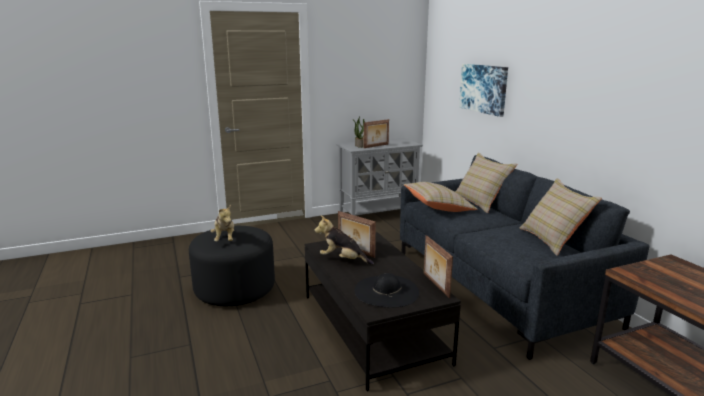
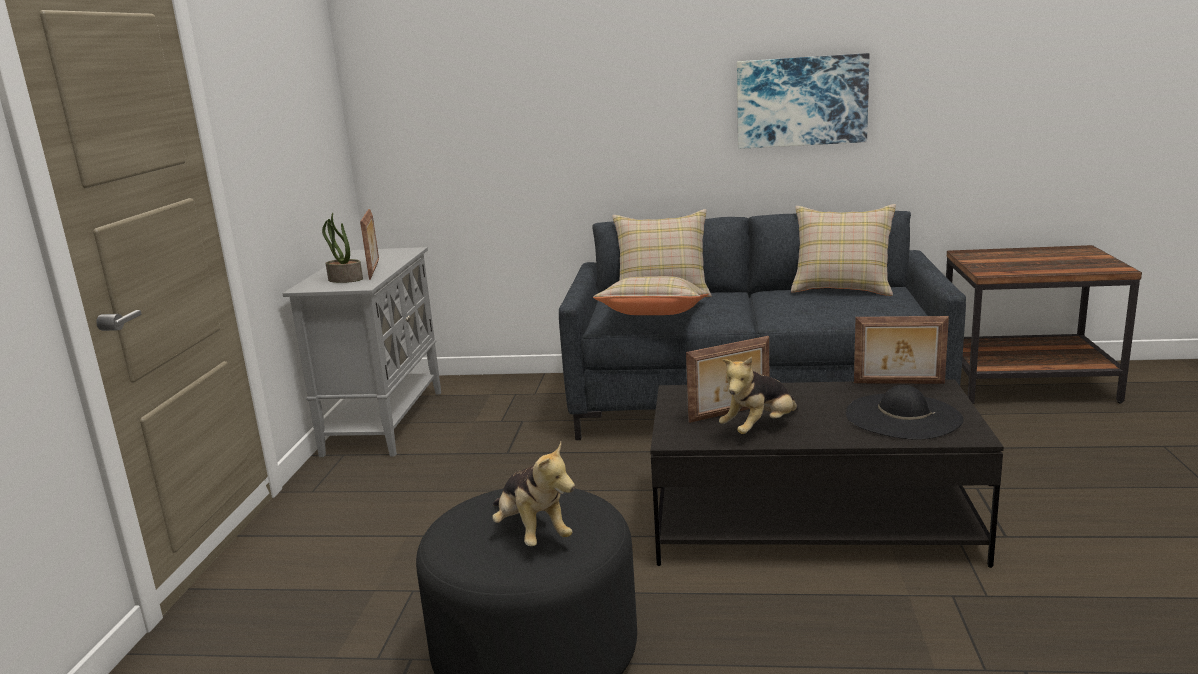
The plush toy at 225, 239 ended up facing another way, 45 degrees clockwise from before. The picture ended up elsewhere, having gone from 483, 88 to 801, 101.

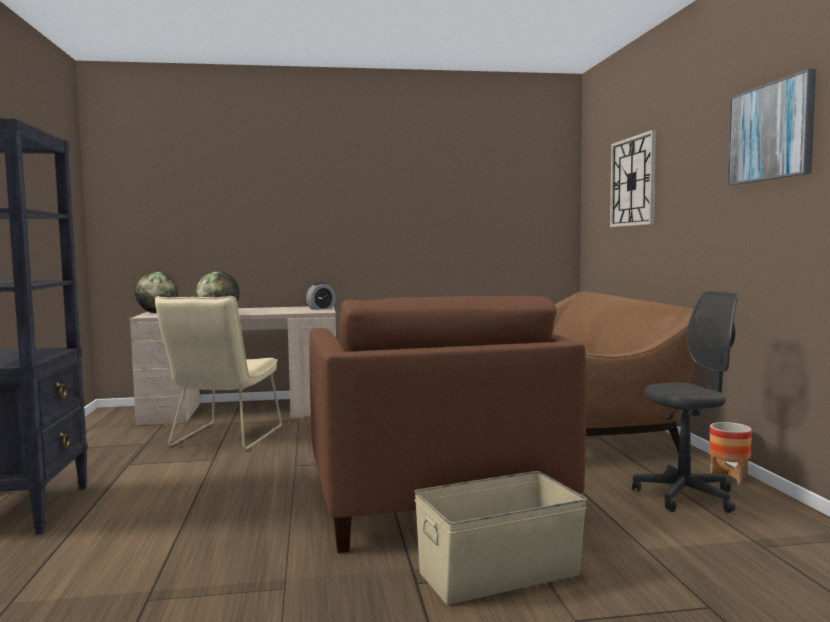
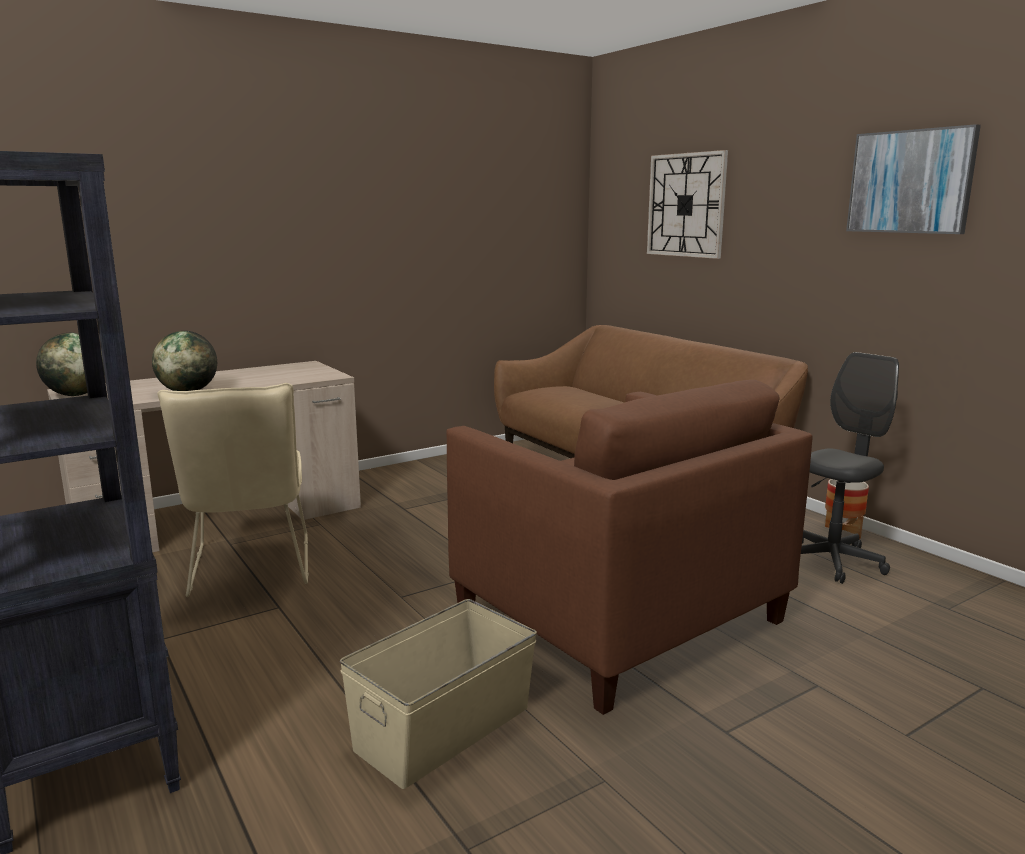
The second view lost the alarm clock at 321, 308. The beige storage box ended up elsewhere, having gone from 497, 573 to 442, 728.

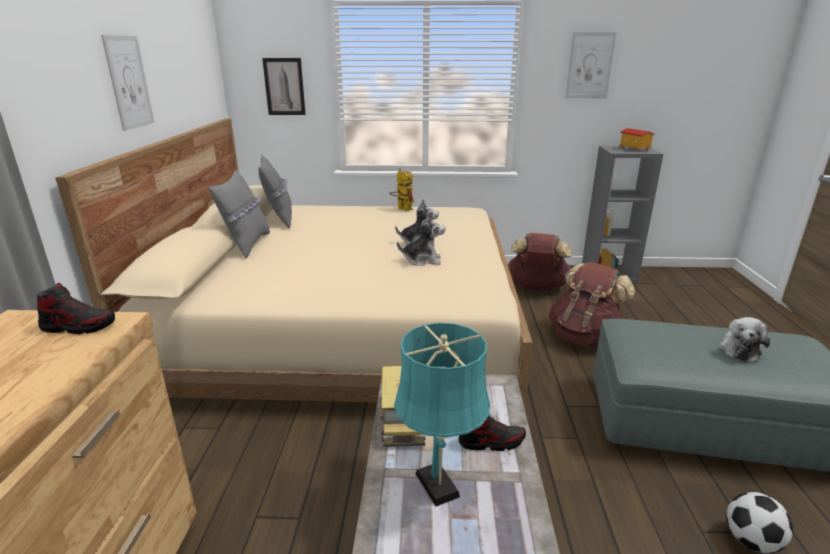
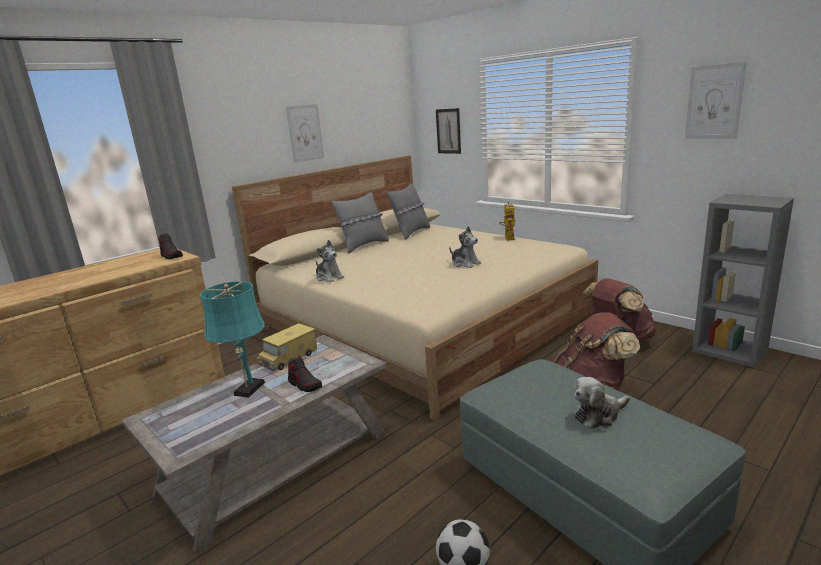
The plush toy ended up elsewhere, having gone from 422, 260 to 329, 278. The second view lost the toy house at 634, 149.

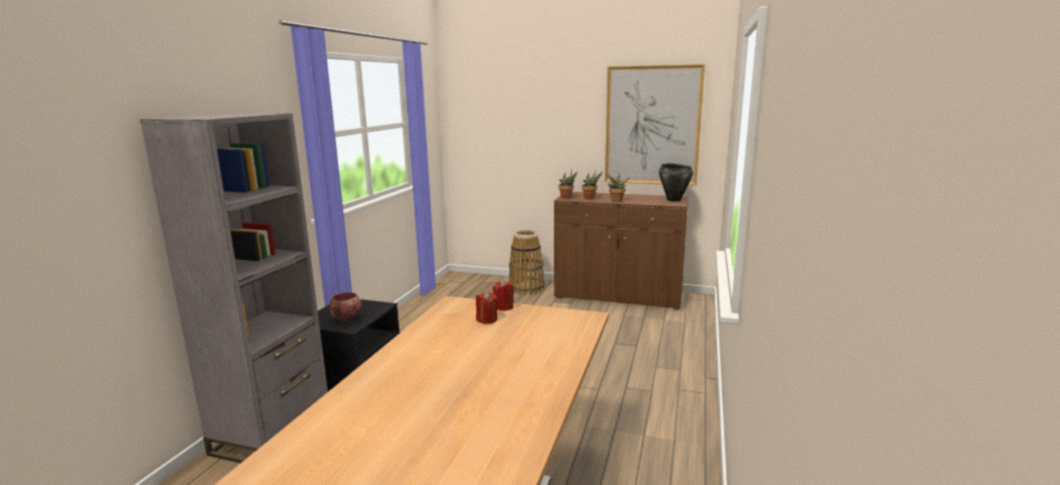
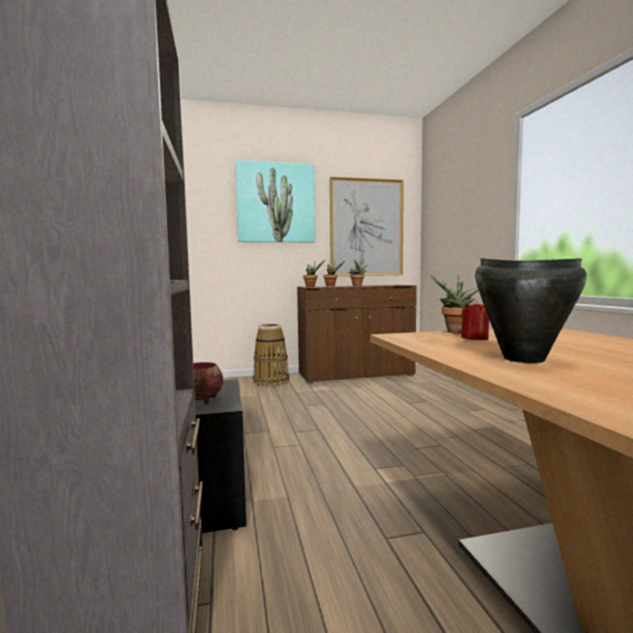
Where the red candle stood at 503, 307, the potted plant came to stand at 456, 332. The black cooking pot ended up elsewhere, having gone from 674, 200 to 523, 359. The second view gained the picture at 275, 203.

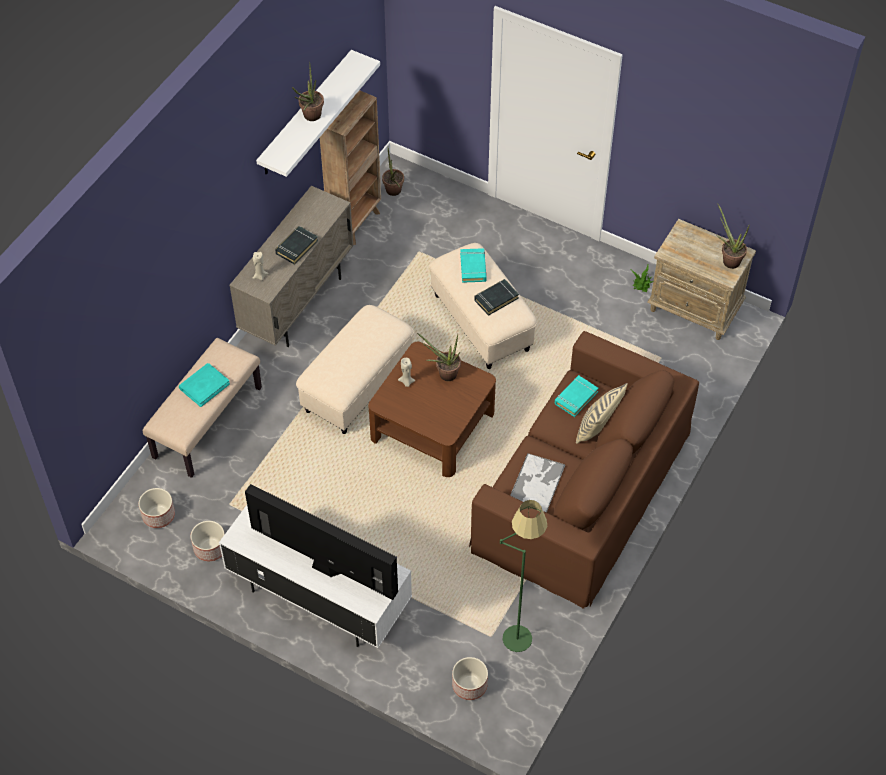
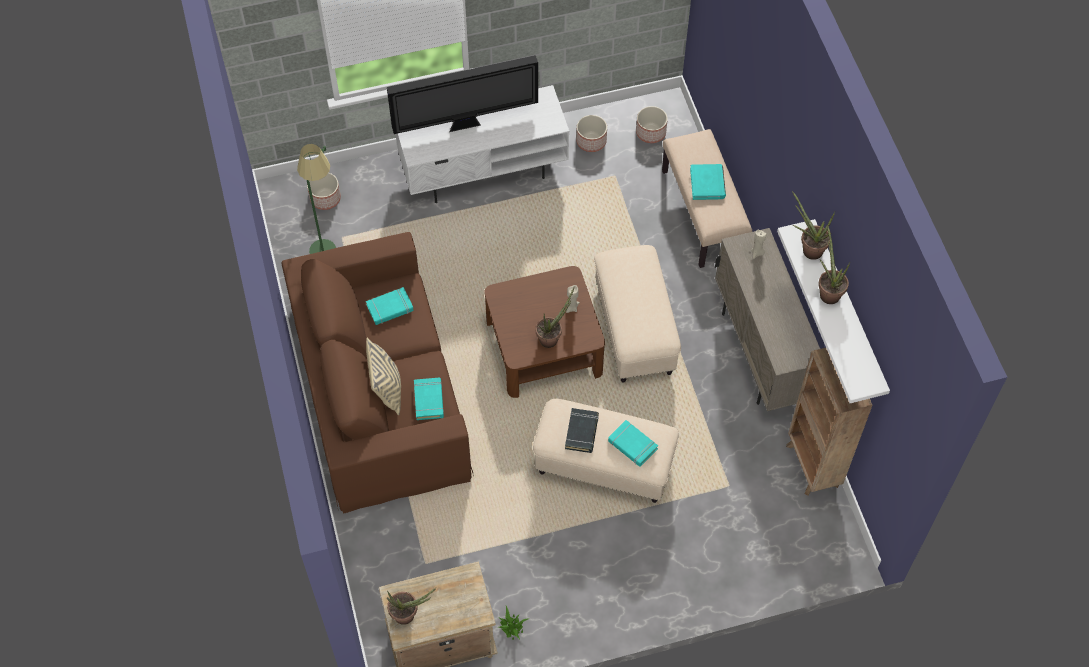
The second view lost the black book at 296, 247. The potted plant ended up elsewhere, having gone from 394, 193 to 808, 249. Where the tray stood at 536, 483, the turquoise book came to stand at 390, 308.

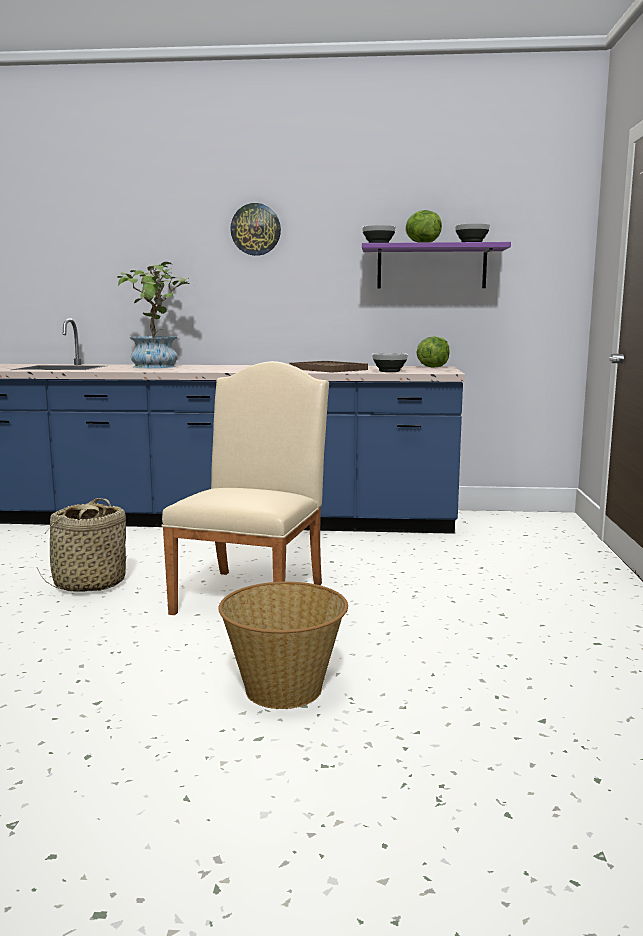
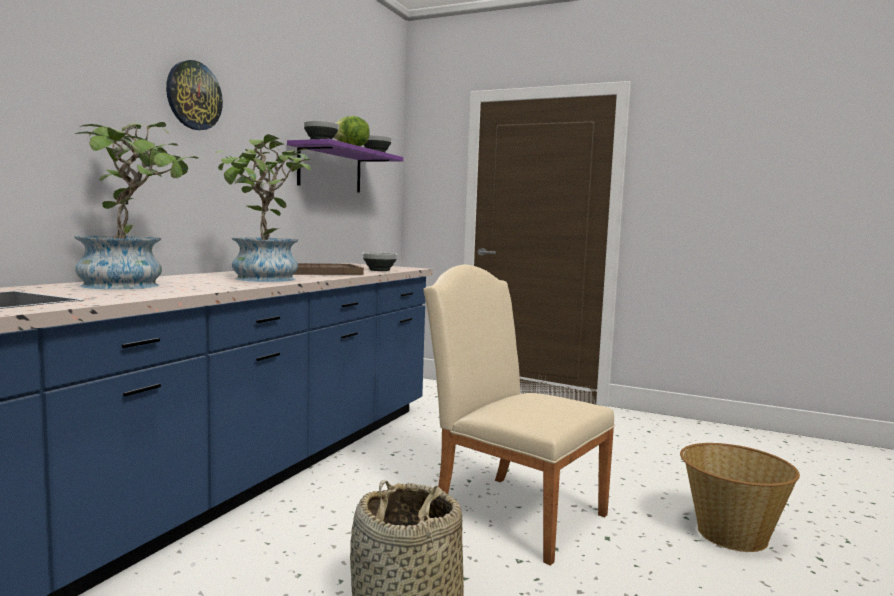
The second view lost the lettuce at 432, 367. The second view gained the potted plant at 263, 279.

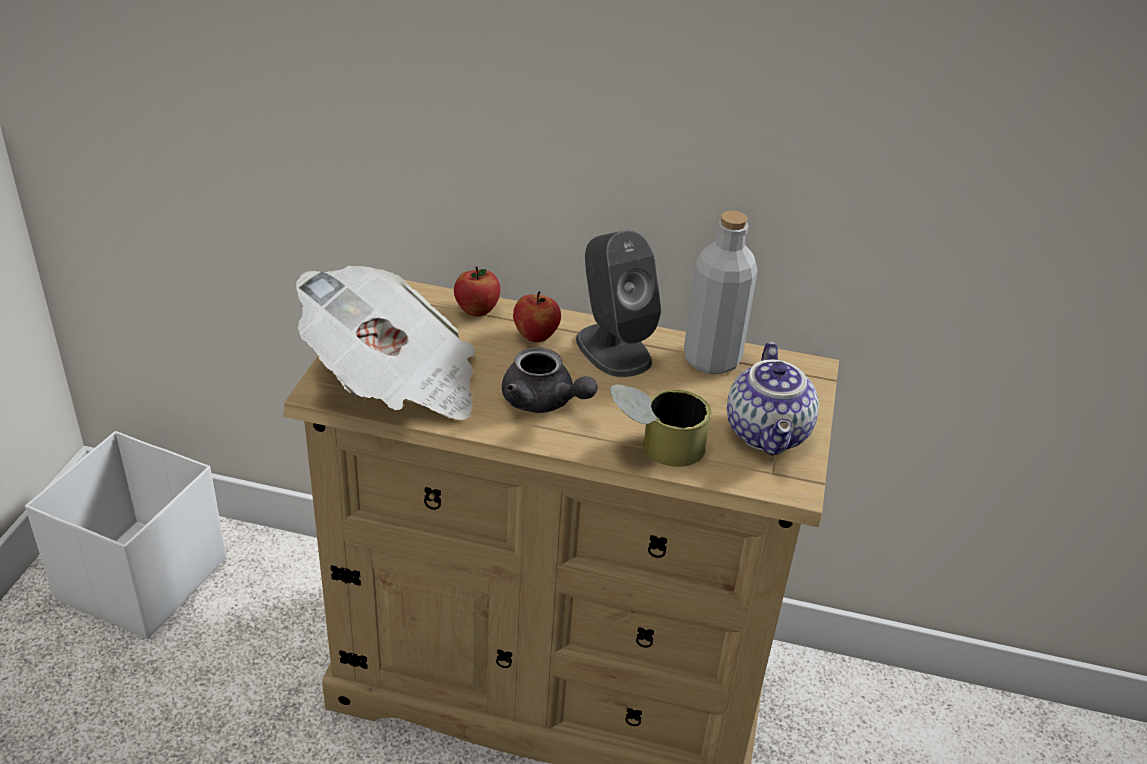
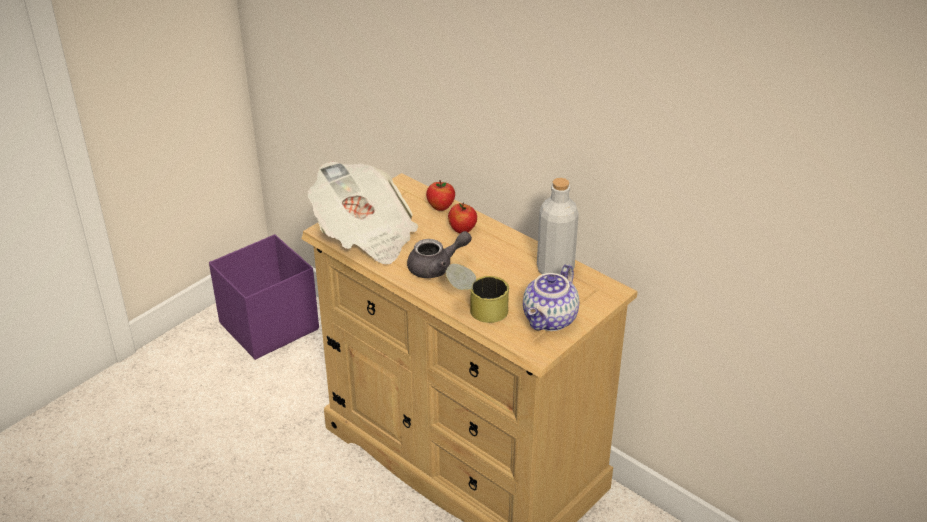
What was the white storage box at 140, 580 turned into the purple storage box at 267, 327. The grey teapot at 544, 402 ended up facing another way, 90 degrees counterclockwise from before. The second view lost the grey speaker at 613, 349.

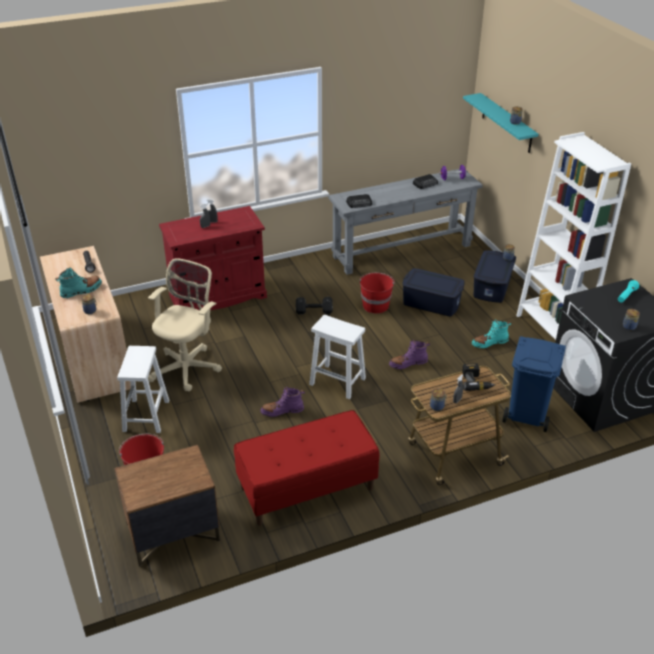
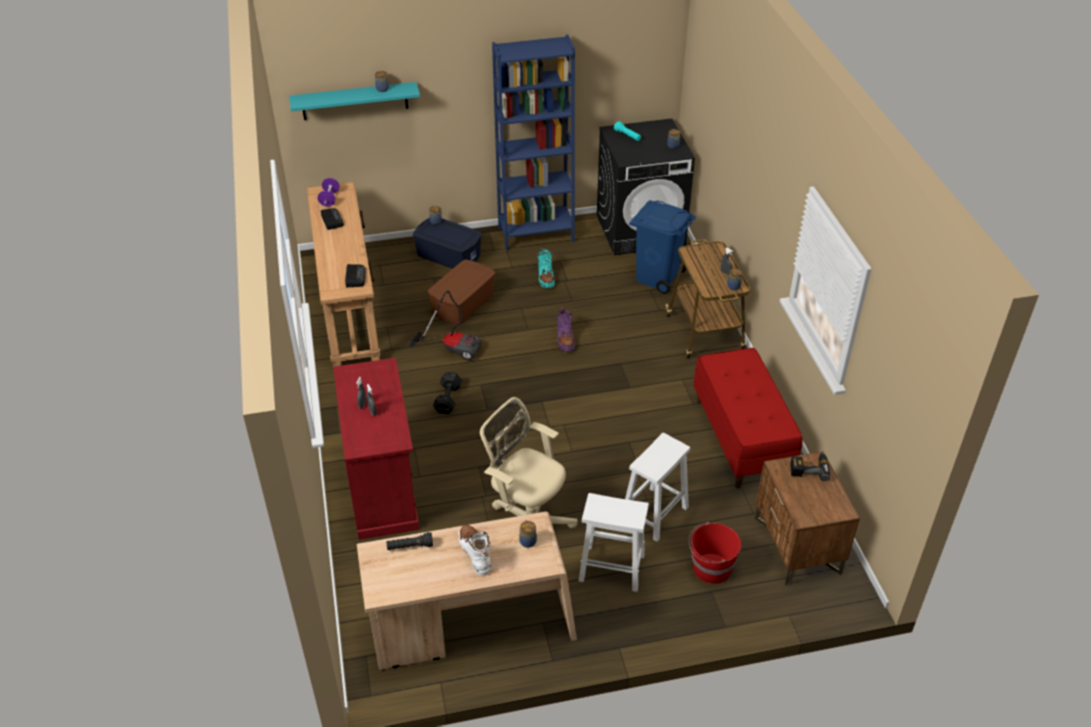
What was the turquoise boot at 81, 290 turned into the white boot at 475, 553. The second view lost the purple boot at 282, 411. The white stool ended up elsewhere, having gone from 338, 381 to 654, 513. What was the grey console table at 402, 251 turned into the brown console table at 348, 308. Where the red bucket stood at 375, 305, the vacuum cleaner came to stand at 453, 347. What was the blue storage box at 431, 302 turned into the brown storage box at 462, 304. The power drill ended up elsewhere, having gone from 476, 382 to 809, 468. What was the white bookcase at 551, 330 turned into the blue bookcase at 536, 234.

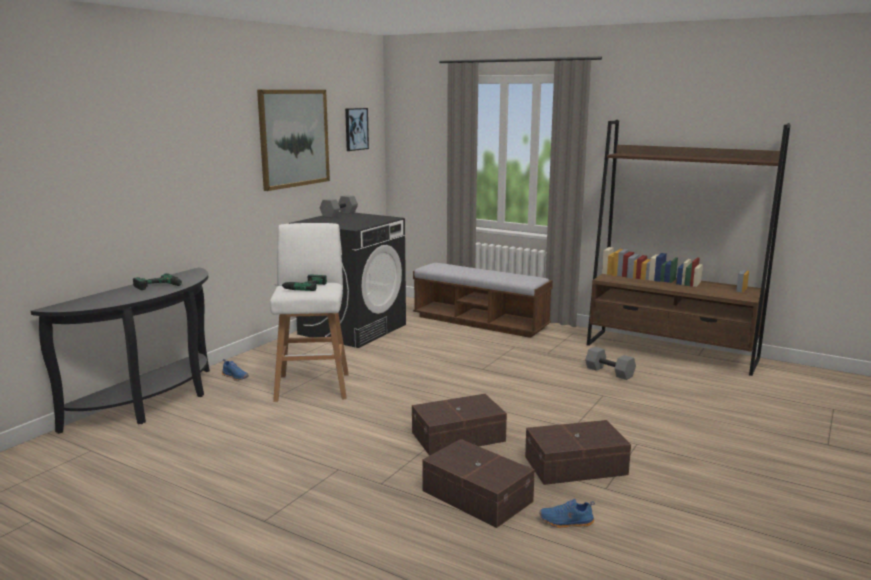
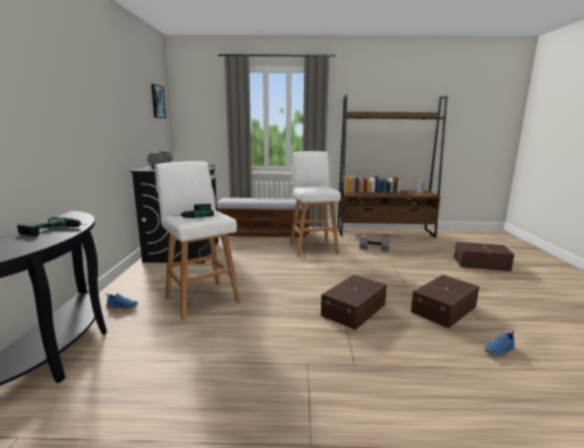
The second view lost the picture at 294, 138. The brown storage box ended up elsewhere, having gone from 477, 495 to 480, 263. The second view gained the white stool at 313, 248.

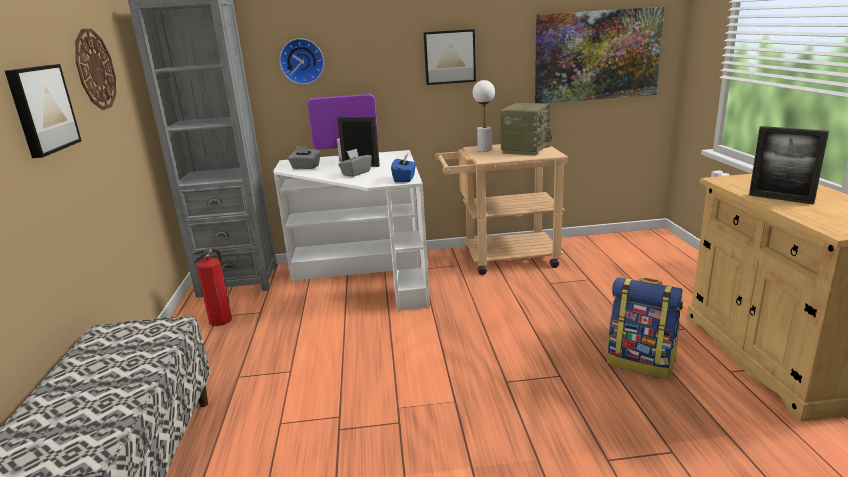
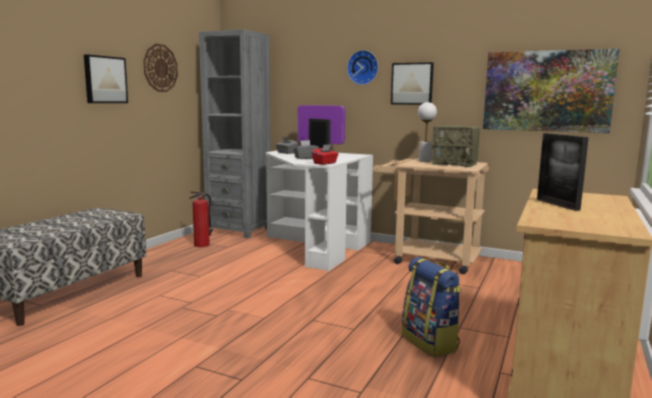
The wall clock ended up elsewhere, having gone from 302, 61 to 363, 67. What was the blue tissue box at 405, 179 turned into the red tissue box at 325, 163. The radio at 525, 149 ended up facing another way, 60 degrees clockwise from before.

